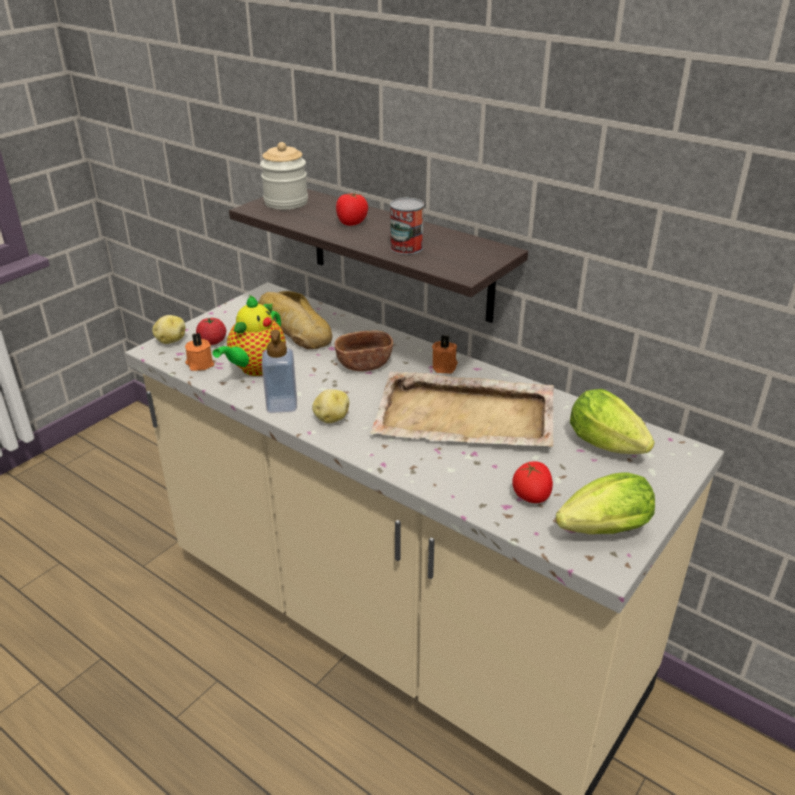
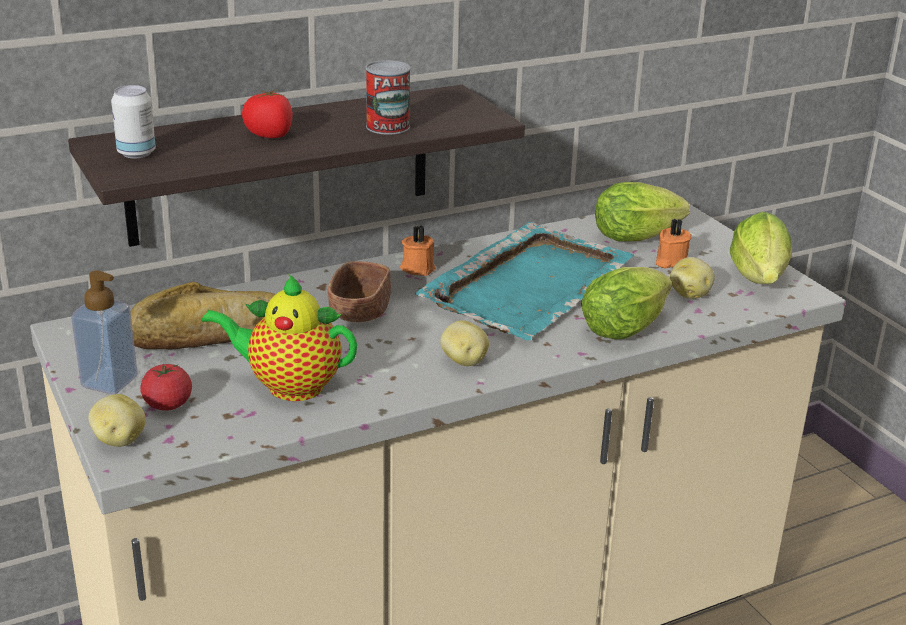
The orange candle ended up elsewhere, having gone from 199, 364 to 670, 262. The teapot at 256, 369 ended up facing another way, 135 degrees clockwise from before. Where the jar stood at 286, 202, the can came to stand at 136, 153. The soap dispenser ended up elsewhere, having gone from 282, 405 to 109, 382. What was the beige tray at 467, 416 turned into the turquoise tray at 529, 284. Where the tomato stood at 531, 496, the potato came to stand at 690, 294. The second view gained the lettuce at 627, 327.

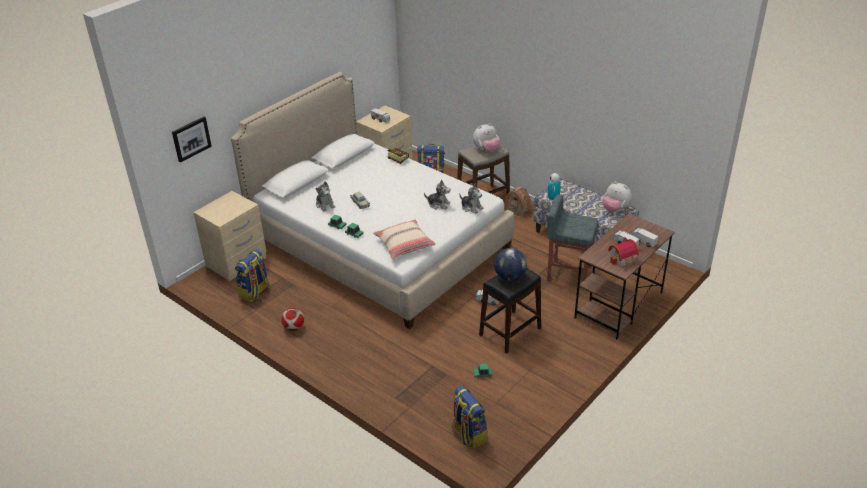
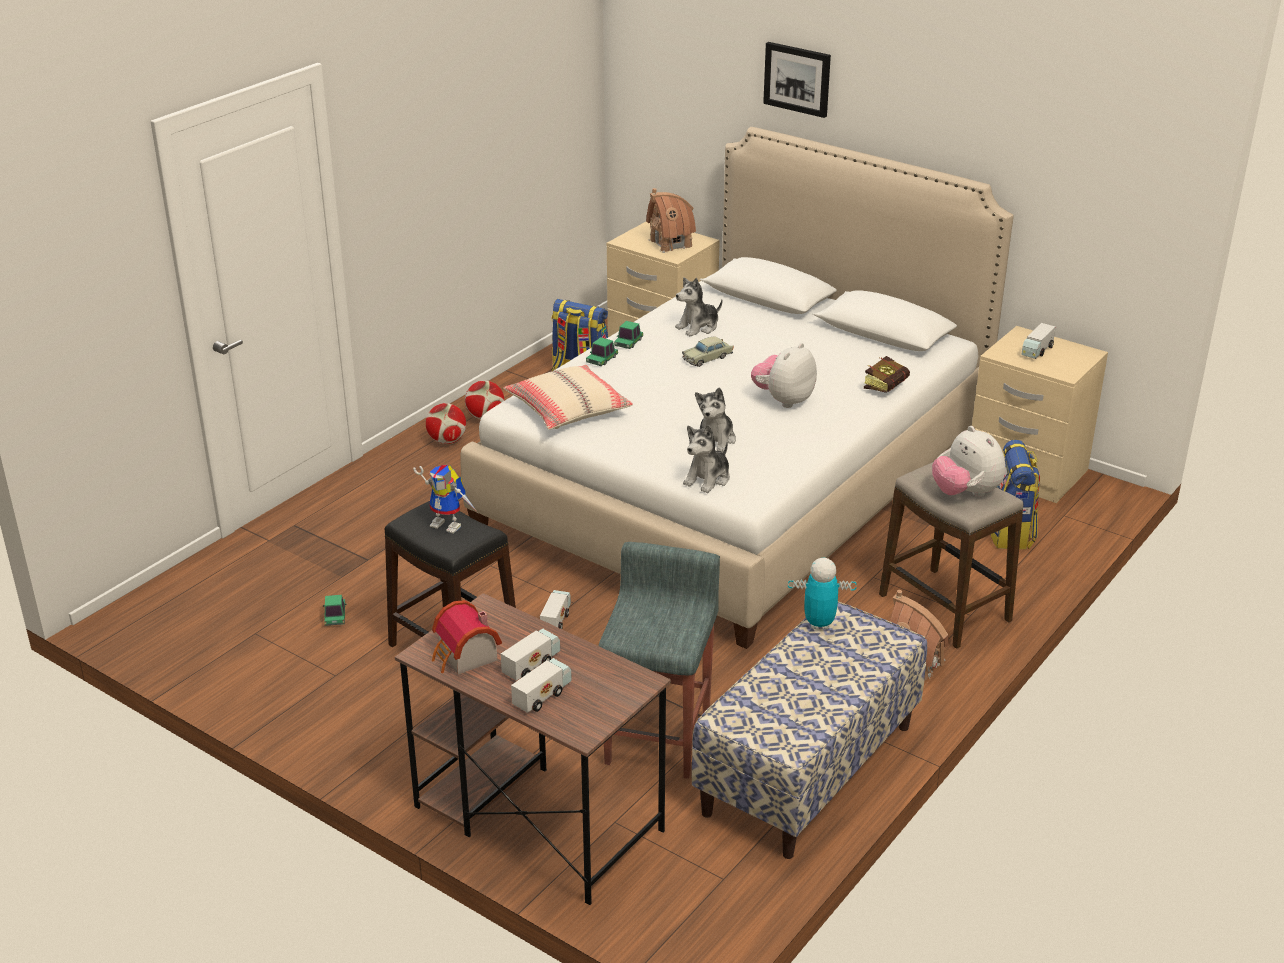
The picture ended up elsewhere, having gone from 191, 138 to 797, 79. The second view lost the backpack at 468, 434. Where the globe stood at 510, 277, the toy robot came to stand at 450, 524. The plush toy ended up elsewhere, having gone from 615, 209 to 783, 400. The second view gained the football at 447, 441. The second view gained the toy house at 671, 243.

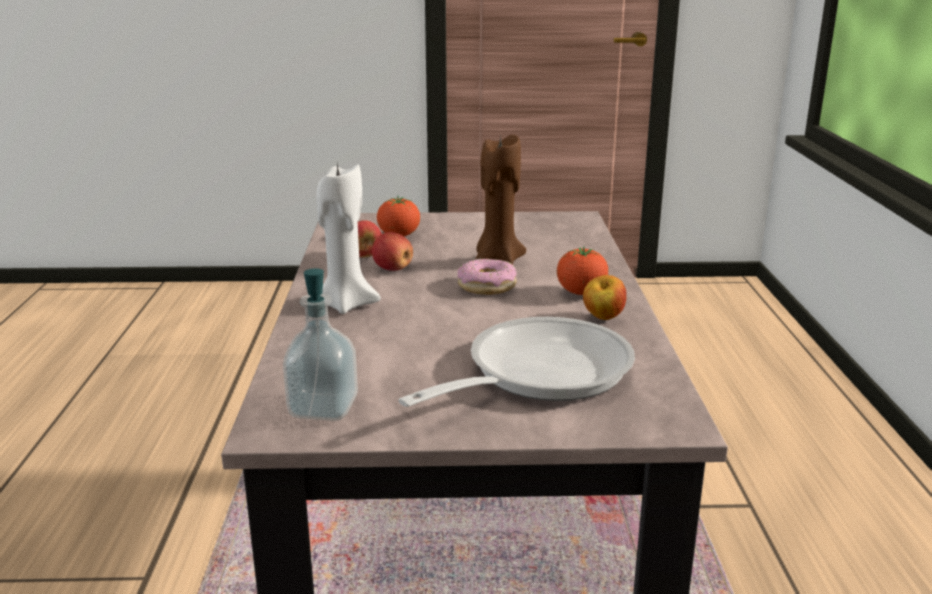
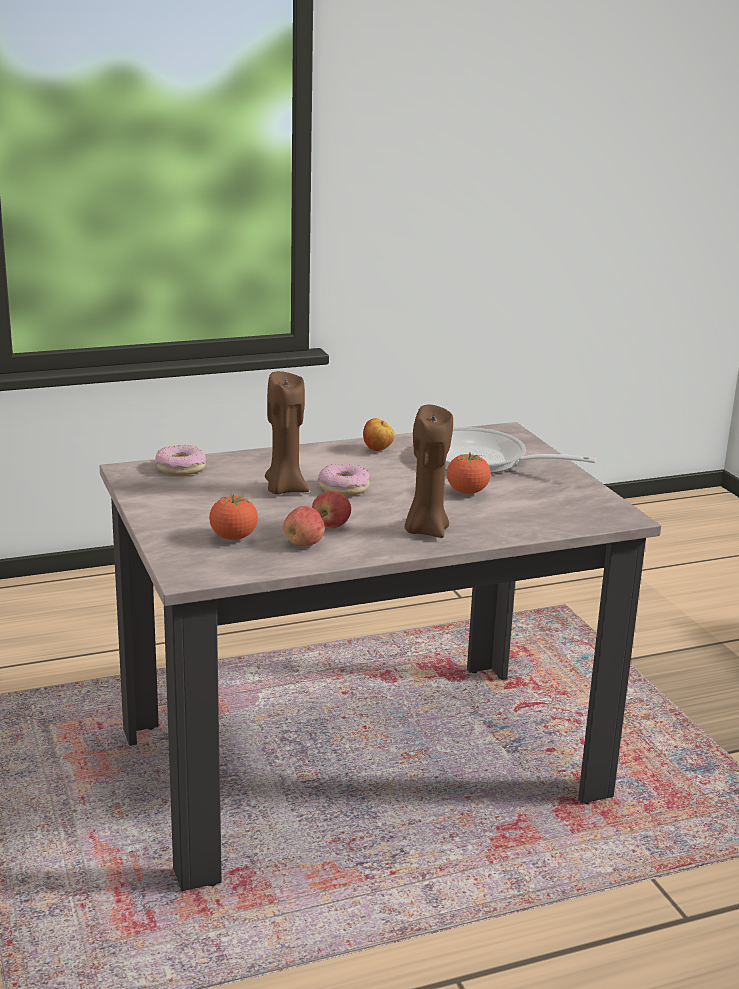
The second view lost the soap dispenser at 323, 408. What was the white candle at 345, 304 turned into the brown candle at 426, 530. The tomato ended up elsewhere, having gone from 581, 293 to 467, 492. The second view gained the donut at 181, 468.

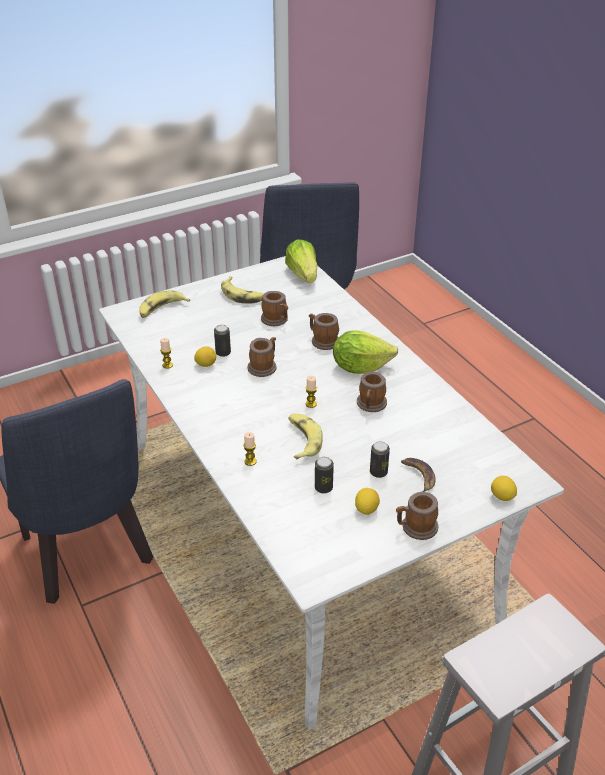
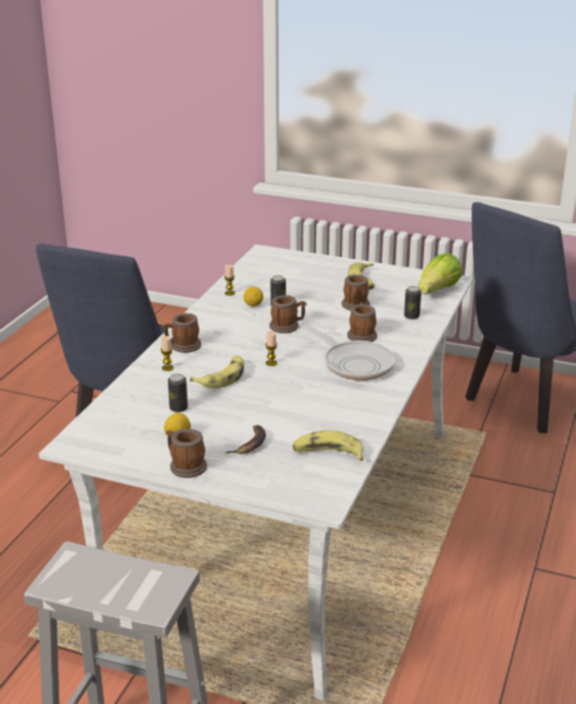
The banana ended up elsewhere, having gone from 161, 309 to 328, 454. Where the lettuce stood at 360, 367, the frying pan came to stand at 354, 363. The mug ended up elsewhere, having gone from 371, 405 to 182, 346. The can ended up elsewhere, having gone from 378, 472 to 411, 316. The second view lost the lemon at 502, 497.

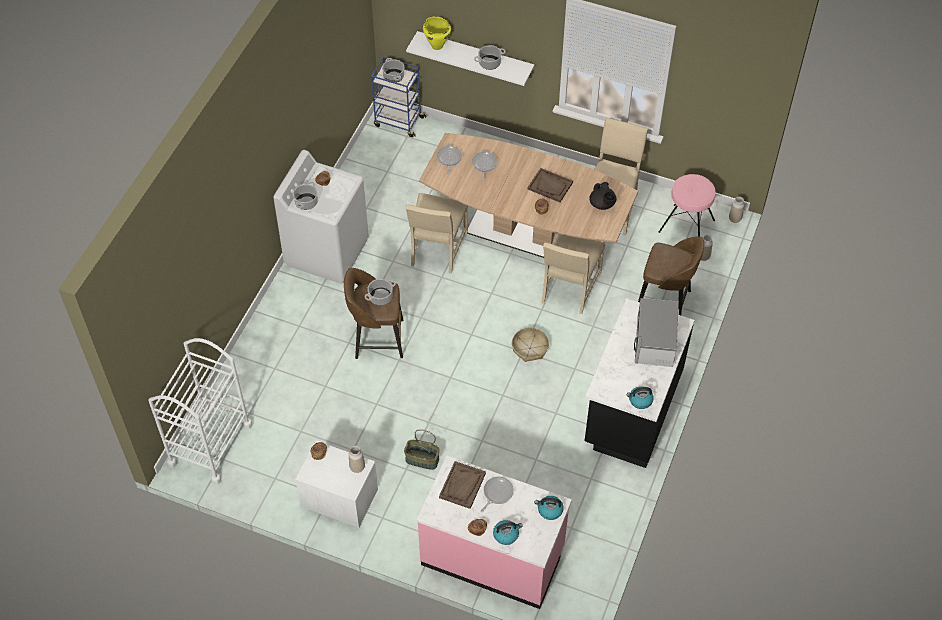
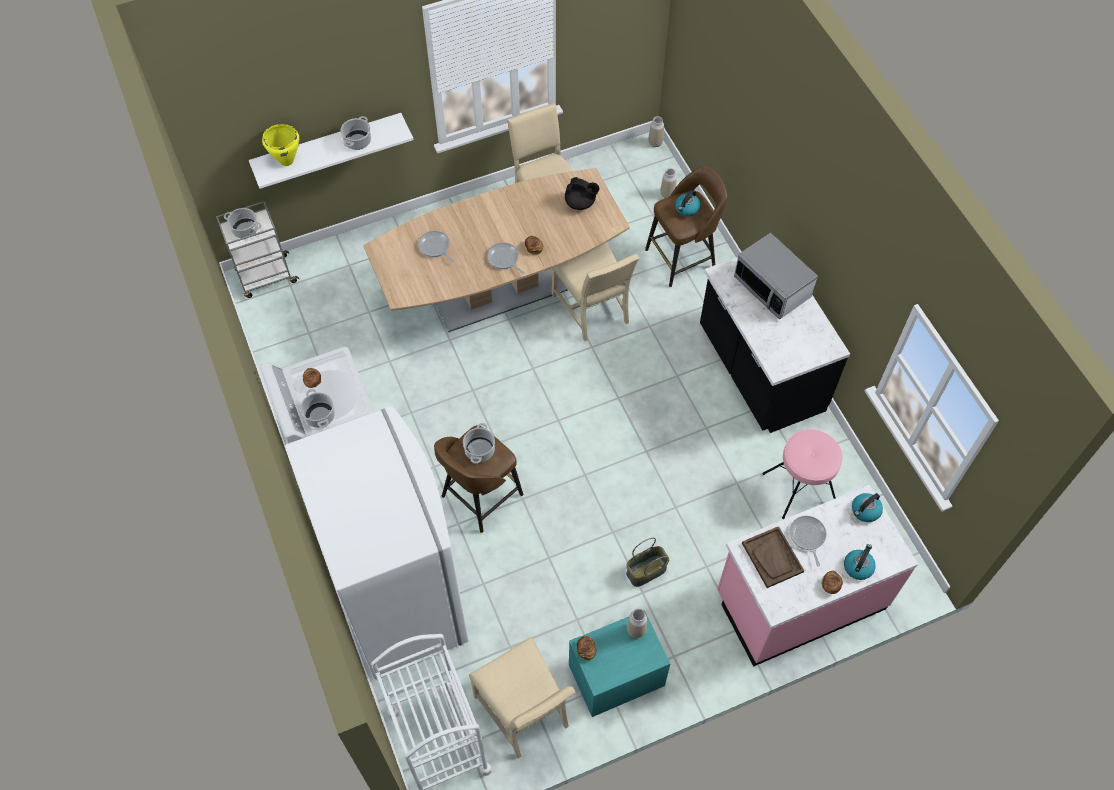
What was the white nightstand at 339, 497 turned into the turquoise nightstand at 615, 675. What was the blue cart at 398, 121 turned into the grey cart at 265, 277. The beige chair ended up elsewhere, having gone from 437, 250 to 524, 712. The frying pan ended up elsewhere, having gone from 449, 158 to 504, 259. The second view lost the basket at 529, 348. The second view lost the brown tray at 550, 186. The kettle ended up elsewhere, having gone from 640, 400 to 687, 209. The pink stool ended up elsewhere, having gone from 686, 226 to 799, 488. The second view gained the white fridge at 400, 596.

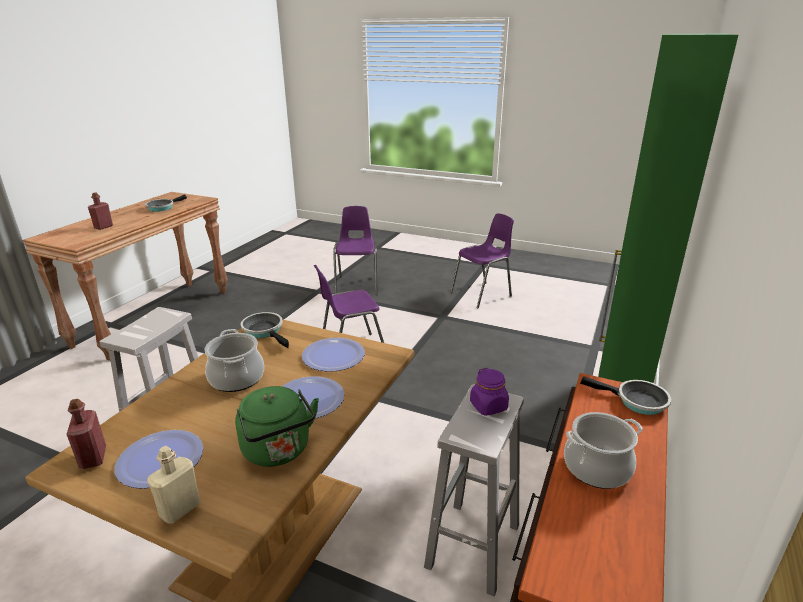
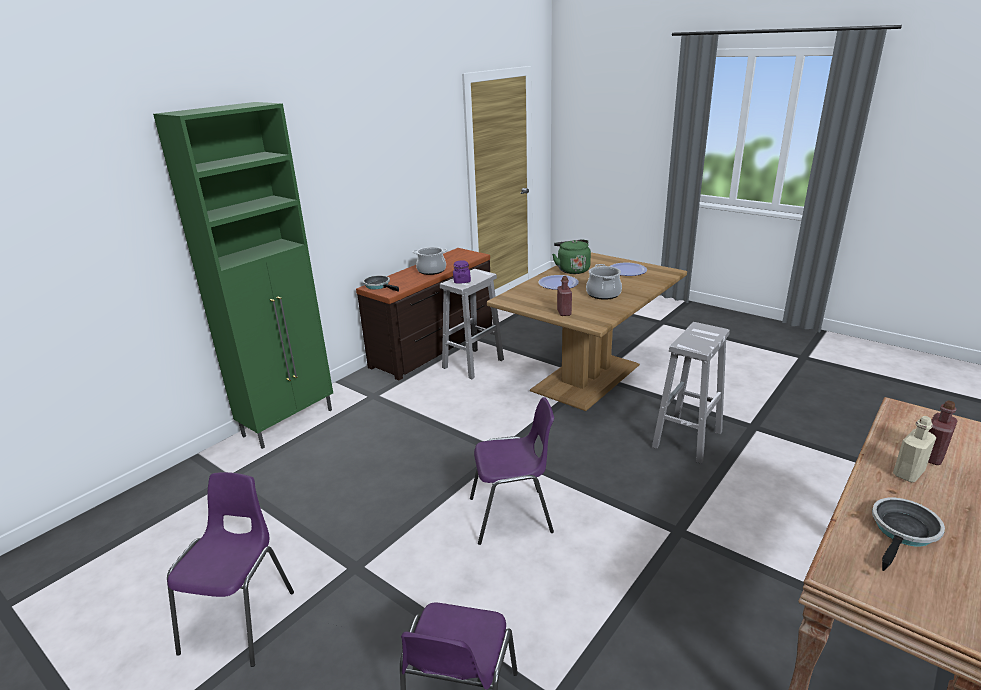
The red bottle ended up elsewhere, having gone from 93, 458 to 564, 312. The beige bottle ended up elsewhere, having gone from 180, 509 to 908, 473. The second view lost the frying pan at 265, 331. The second view lost the plate at 333, 356. The purple chair at 482, 294 ended up facing another way, 120 degrees clockwise from before.

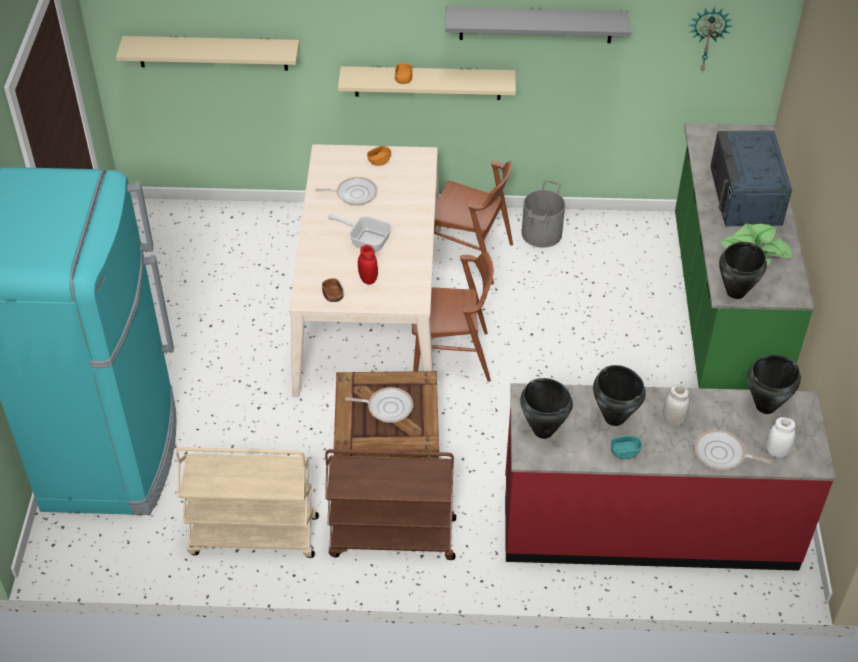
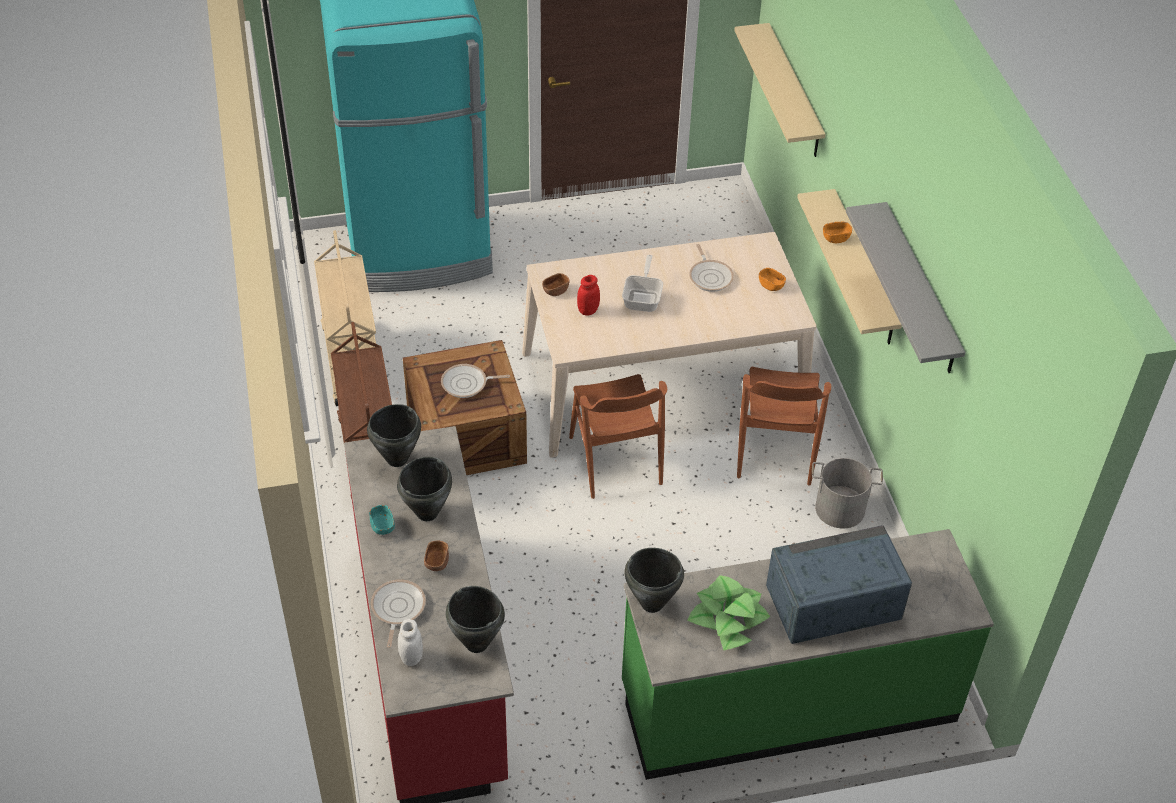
The frying pan at 387, 407 ended up facing another way, 90 degrees clockwise from before. Where the white jar stood at 673, 419, the brown bowl came to stand at 436, 562. The second view lost the wall clock at 707, 38.

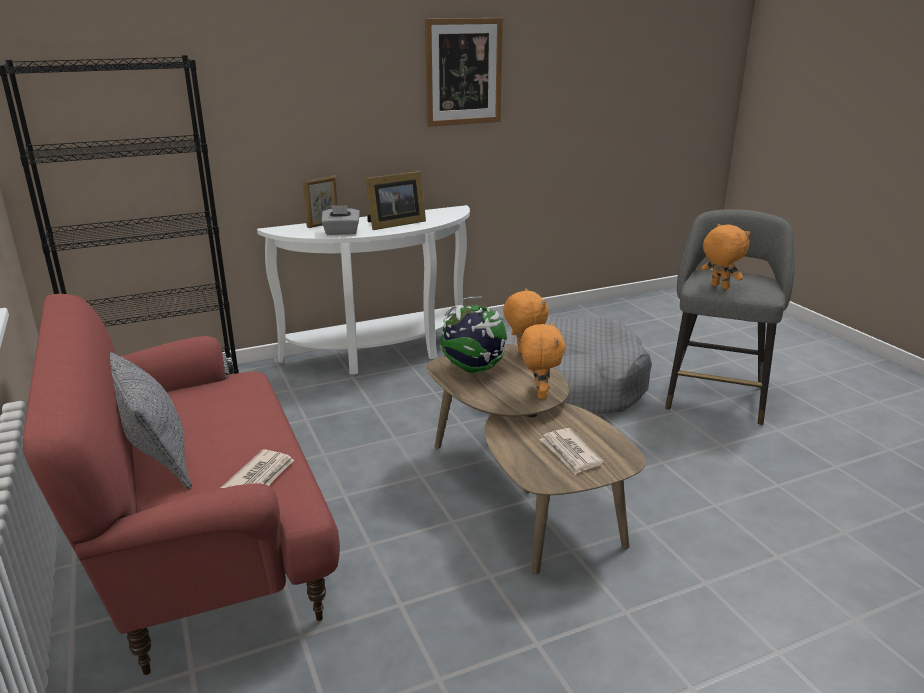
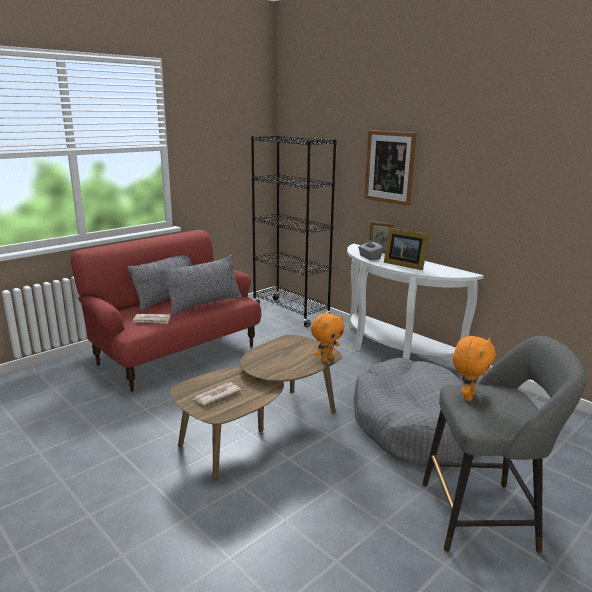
The picture ended up elsewhere, having gone from 463, 72 to 389, 167. The second view lost the globe at 474, 369. The second view lost the orange plush toy at 539, 394. The second view gained the grey pillow at 204, 304.

